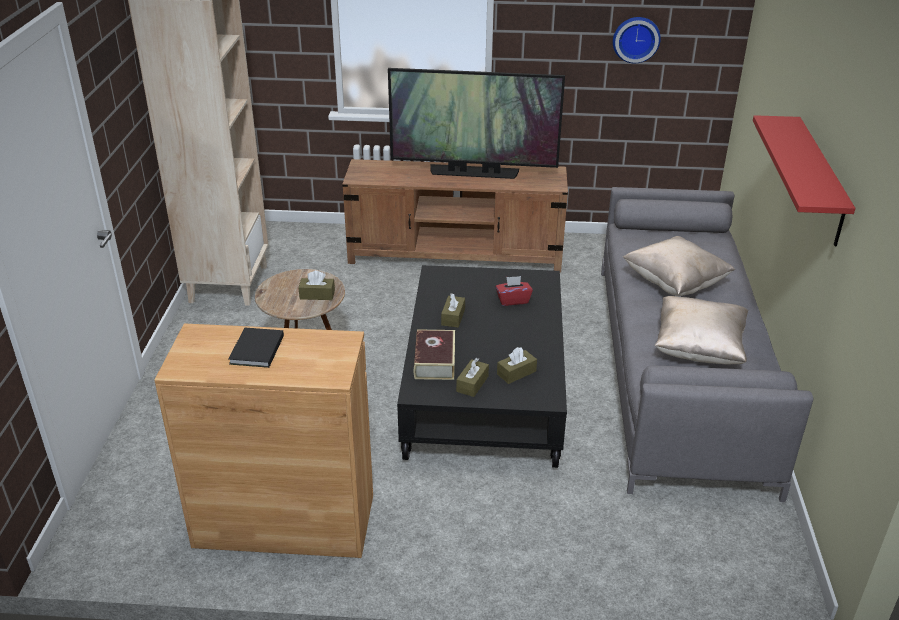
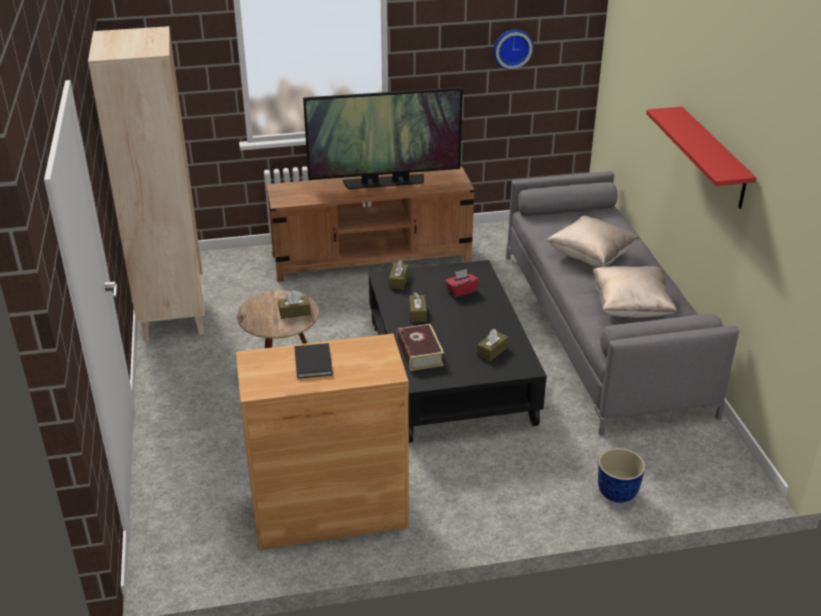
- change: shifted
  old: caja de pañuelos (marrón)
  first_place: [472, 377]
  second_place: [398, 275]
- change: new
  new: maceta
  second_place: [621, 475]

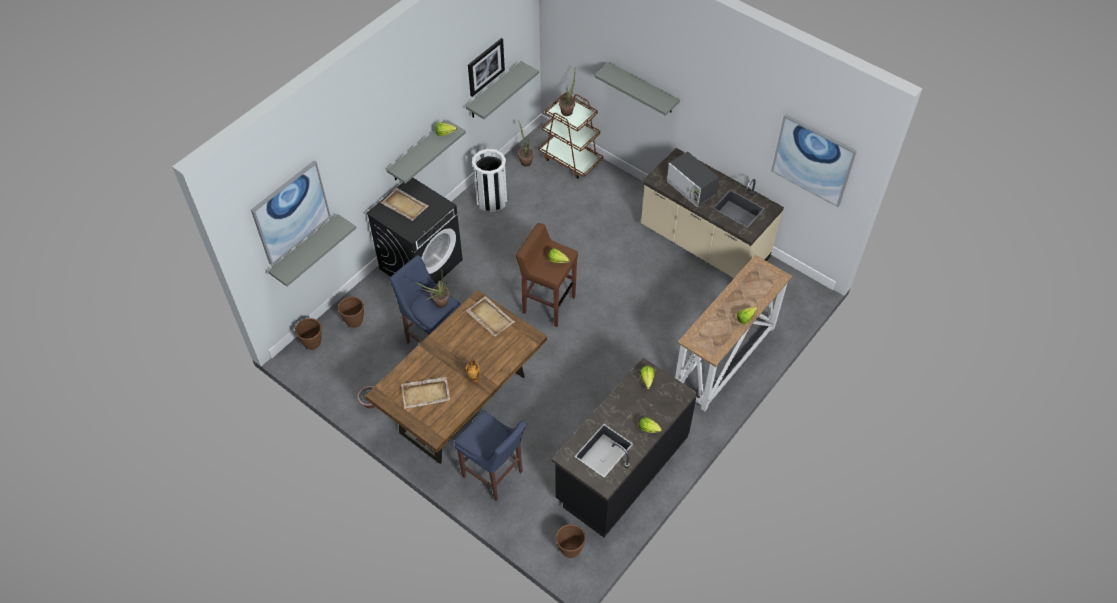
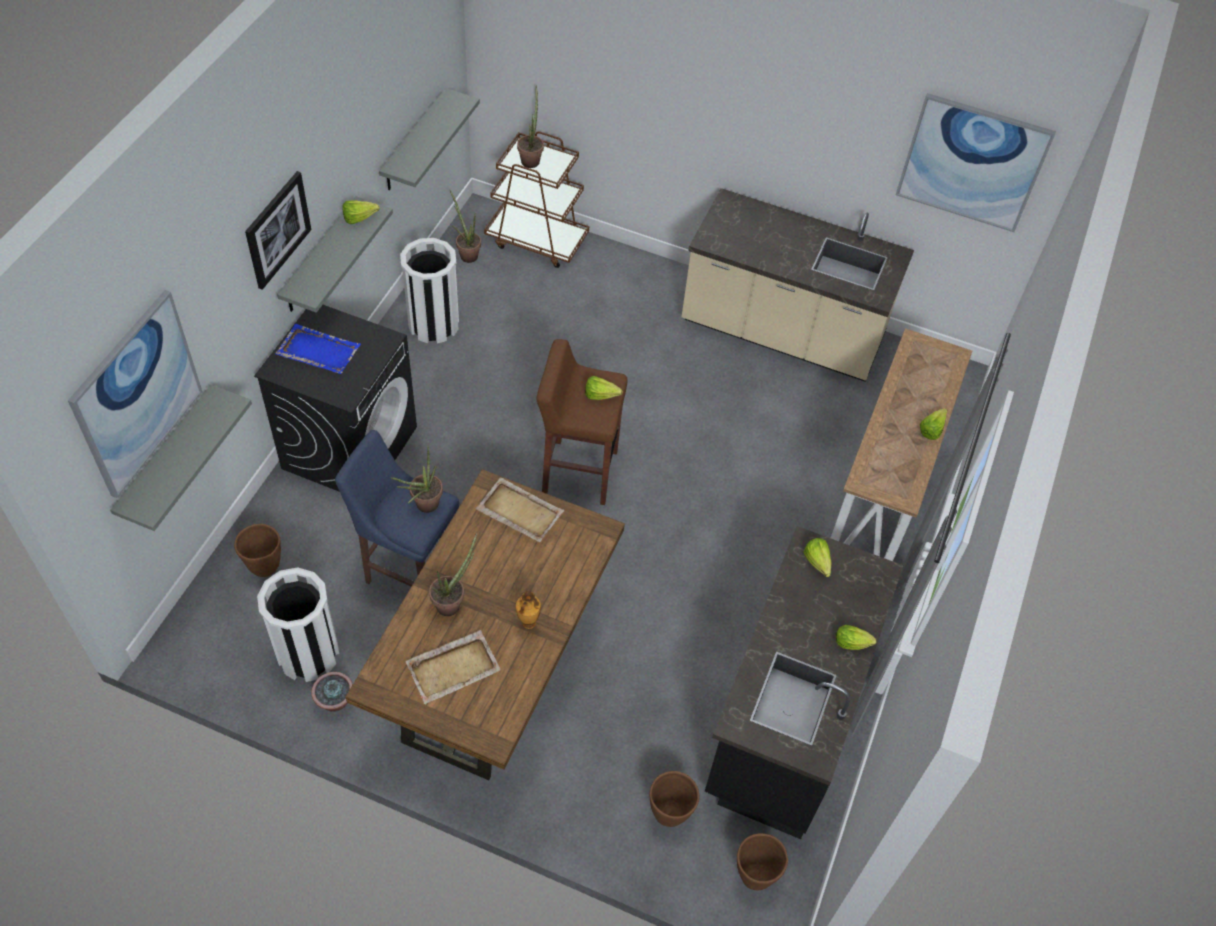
- change: shifted
  old: maceta (marrón)
  first_place: [308, 334]
  second_place: [674, 799]
- change: repainted
  old: bandeja (beis)
  new: bandeja (azul)
  first_place: [405, 204]
  second_place: [318, 349]
- change: gone
  old: taburete (azul)
  first_place: [490, 455]
- change: shifted
  old: cuadro
  first_place: [486, 67]
  second_place: [278, 230]
- change: gone
  old: estante (gris)
  first_place: [637, 89]
- change: gone
  old: microondas
  first_place: [692, 179]
- change: new
  new: papelera (blanco)
  second_place: [298, 624]
- change: new
  new: planta en maceta
  second_place: [453, 574]

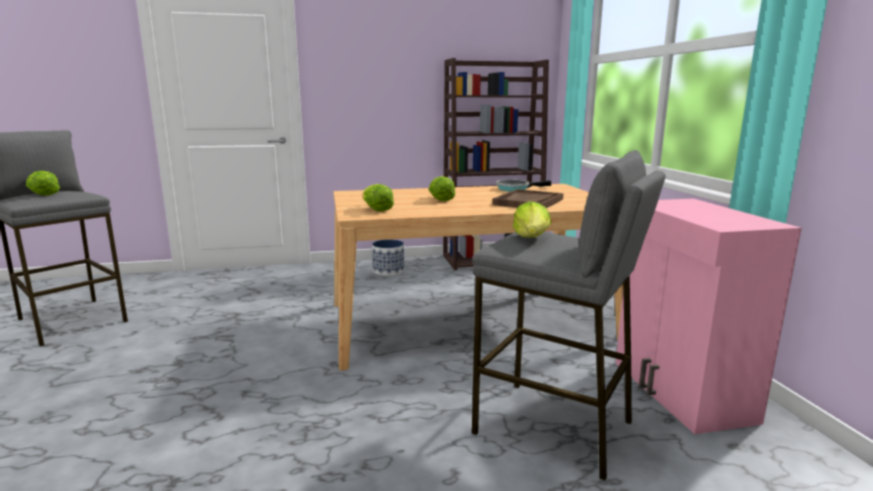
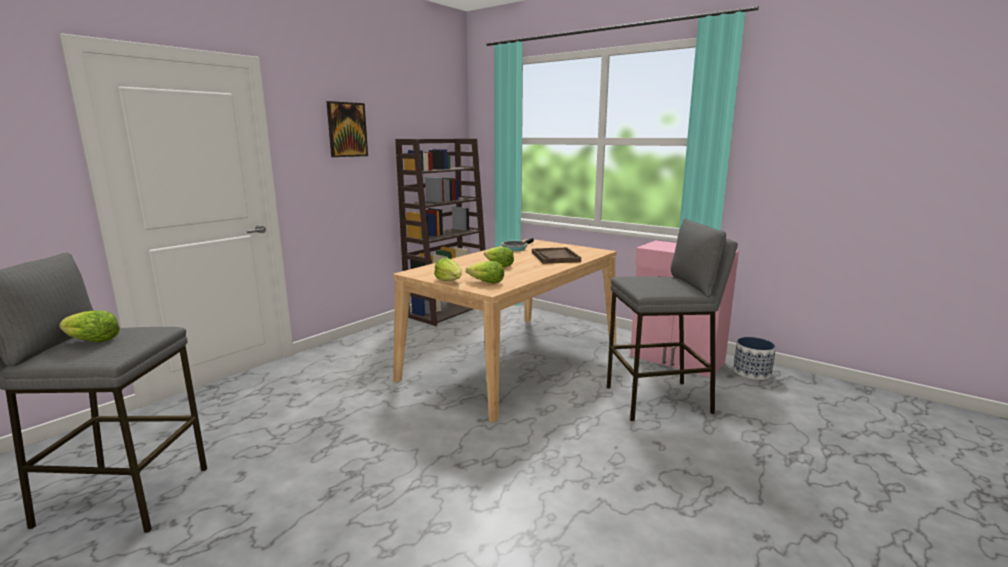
- change: shifted
  old: maceta
  first_place: [388, 258]
  second_place: [754, 358]
- change: shifted
  old: lechuga
  first_place: [532, 219]
  second_place: [448, 269]
- change: new
  new: cuadro
  second_place: [347, 129]

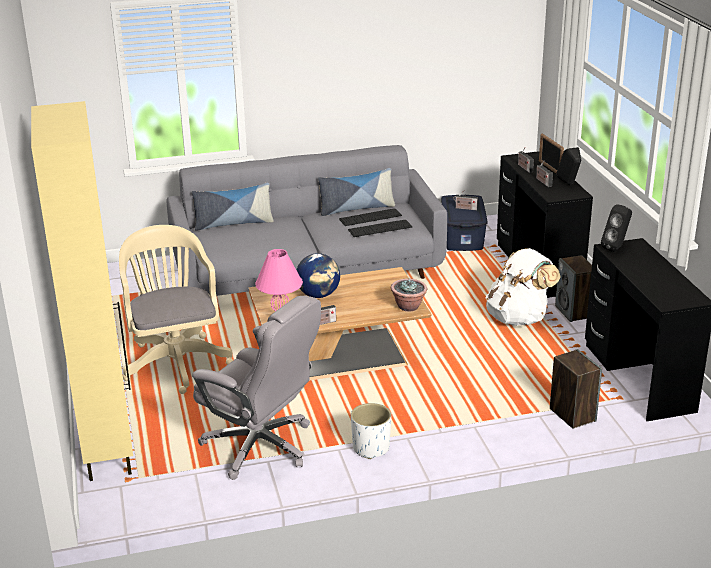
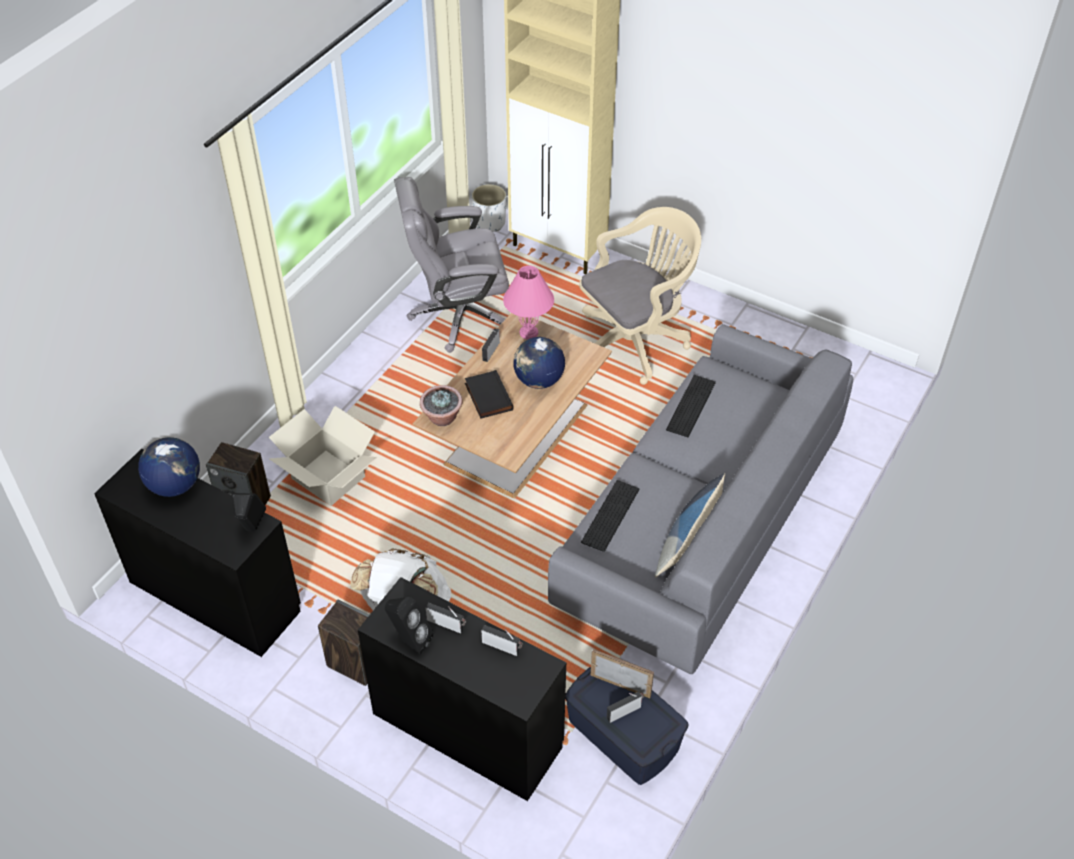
- change: rotated
  old: silla de oficina (beis)
  first_place: [176, 309]
  second_place: [640, 296]
  degrees: -60
- change: gone
  old: cojín
  first_place: [232, 207]
- change: shifted
  old: teclado
  first_place: [370, 217]
  second_place: [691, 406]
- change: shifted
  old: maceta (blanco)
  first_place: [371, 431]
  second_place: [489, 208]
- change: shifted
  old: portarretratos
  first_place: [551, 153]
  second_place: [622, 673]
- change: new
  new: globo terráqueo
  second_place: [169, 467]
- change: new
  new: caja de cartón
  second_place: [323, 456]
- change: new
  new: libro (negro)
  second_place: [489, 394]

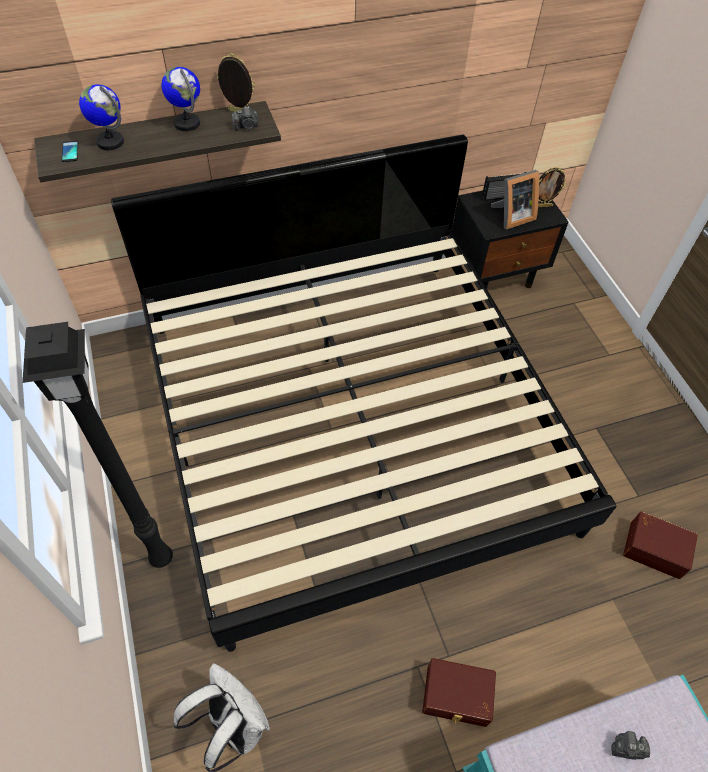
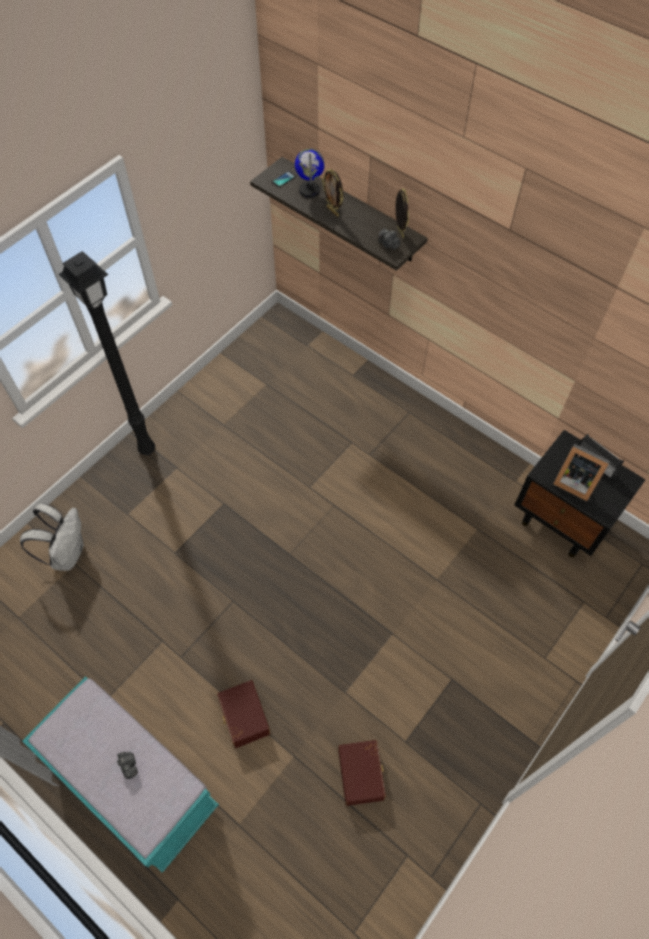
- change: gone
  old: cama
  first_place: [363, 393]
- change: gone
  old: globo terráqueo
  first_place: [180, 99]
- change: shifted
  old: caja de almacenaje (marrón)
  first_place: [459, 692]
  second_place: [244, 714]
- change: shifted
  old: portarretratos
  first_place: [552, 187]
  second_place: [333, 193]

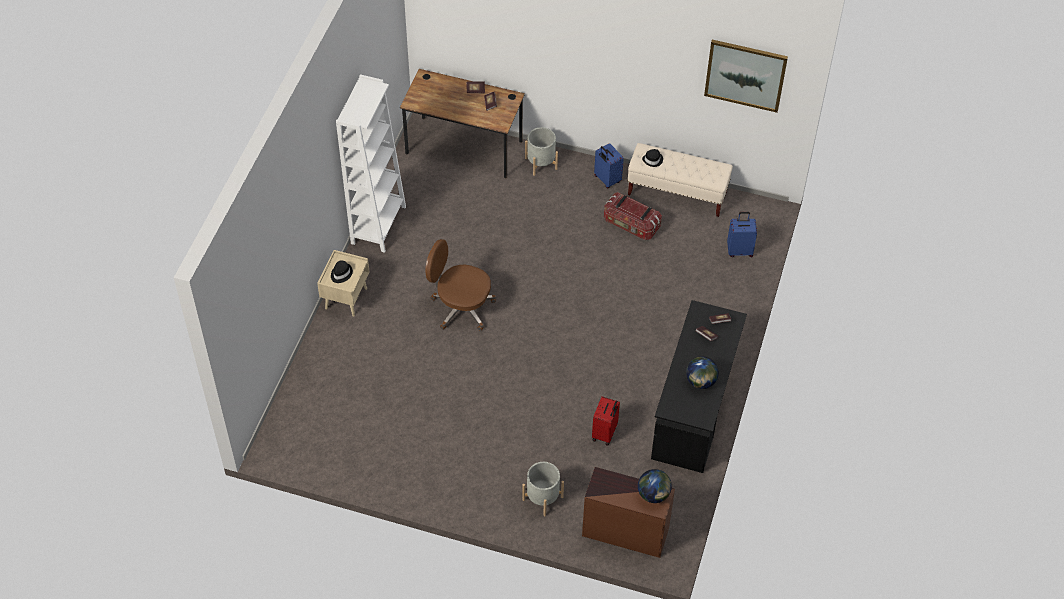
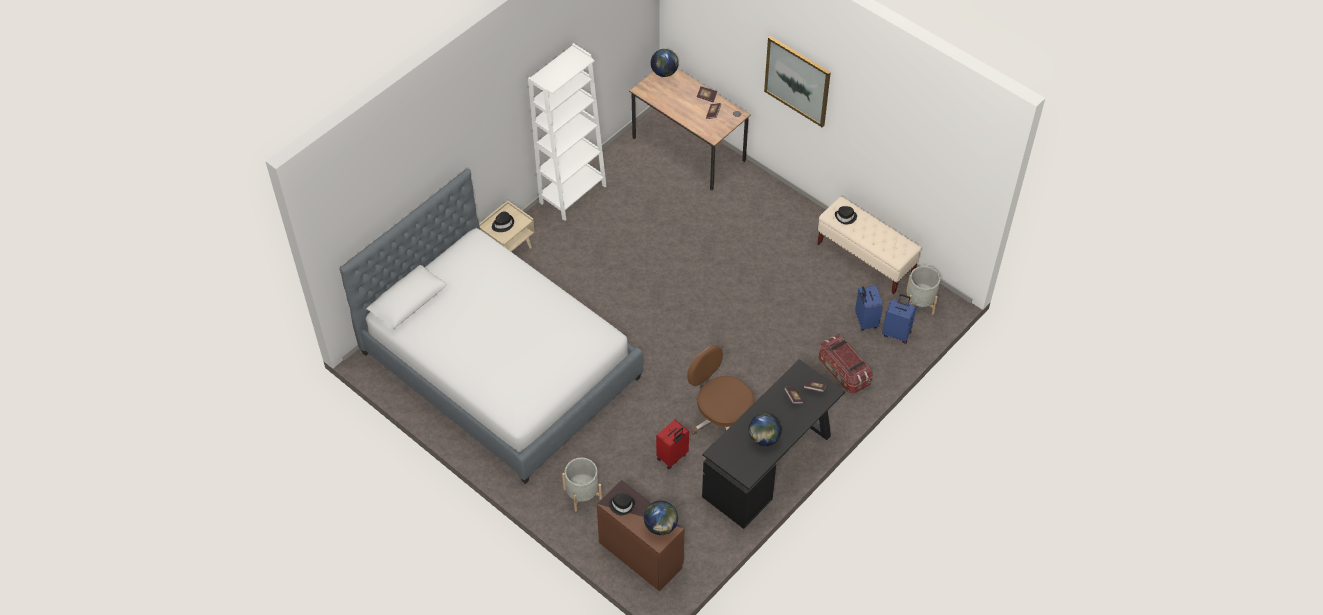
- change: shifted
  old: silla de oficina (marrón)
  first_place: [460, 285]
  second_place: [720, 390]
- change: shifted
  old: maceta (gris)
  first_place: [541, 151]
  second_place: [923, 290]
- change: shifted
  old: maleta (azul)
  first_place: [609, 165]
  second_place: [869, 308]
- change: shifted
  old: caja de almacenaje
  first_place: [633, 216]
  second_place: [845, 364]
- change: shifted
  old: cuadro
  first_place: [746, 76]
  second_place: [797, 81]
- change: new
  new: cama
  second_place: [491, 326]
- change: new
  new: sombrero (negro)
  second_place: [622, 504]
- change: new
  new: globo terráqueo
  second_place: [665, 63]

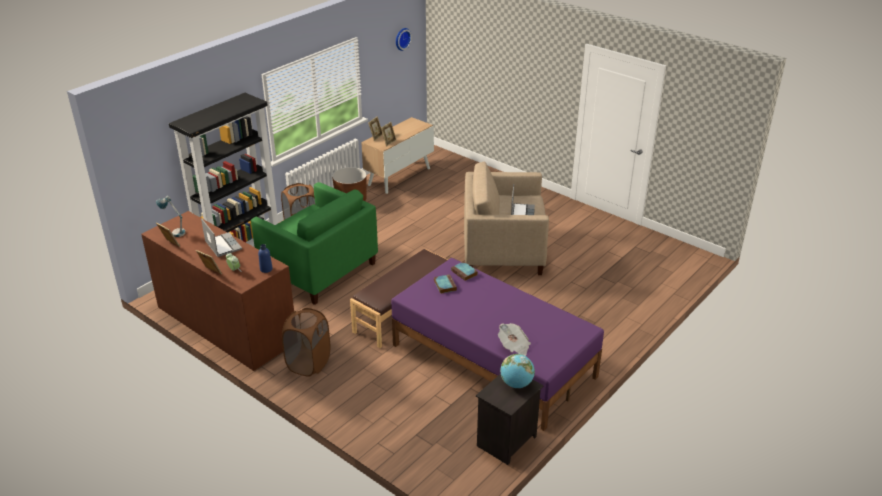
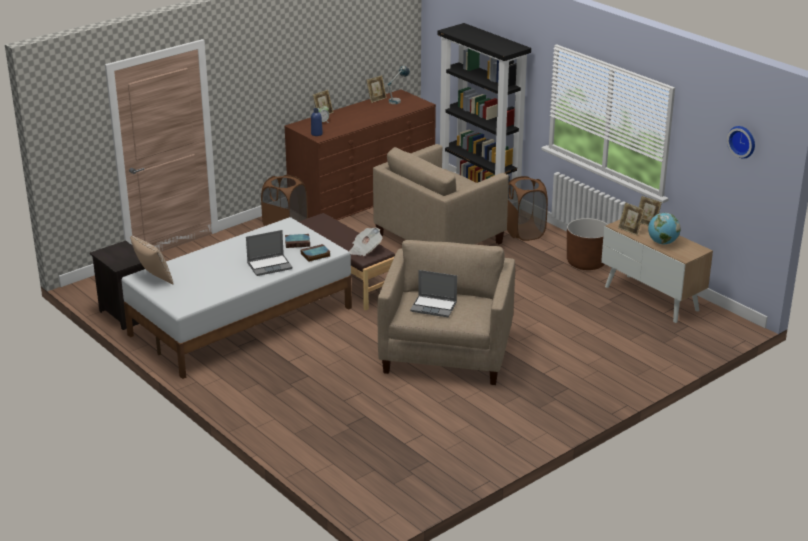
- change: shifted
  old: portátil
  first_place: [221, 237]
  second_place: [269, 253]
- change: repainted
  old: sillón (verde)
  new: sillón (beis)
  first_place: [314, 243]
  second_place: [441, 194]
- change: repainted
  old: cama (morado)
  new: cama (blanco)
  first_place: [497, 344]
  second_place: [236, 298]
- change: shifted
  old: periódico
  first_place: [514, 339]
  second_place: [365, 241]
- change: shifted
  old: globo terráqueo
  first_place: [517, 371]
  second_place: [664, 228]
- change: new
  new: cojín
  second_place: [152, 260]

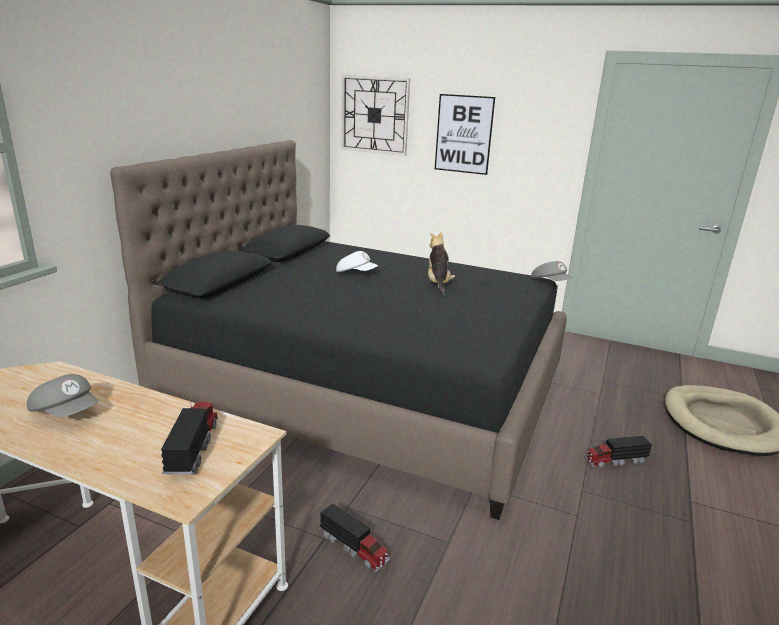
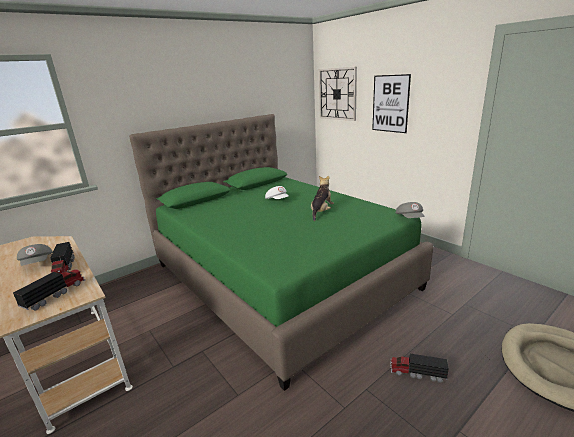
- change: repainted
  old: cama (negro)
  new: cama (verde)
  first_place: [338, 330]
  second_place: [281, 252]
- change: shifted
  old: camión de juguete
  first_place: [354, 537]
  second_place: [62, 258]

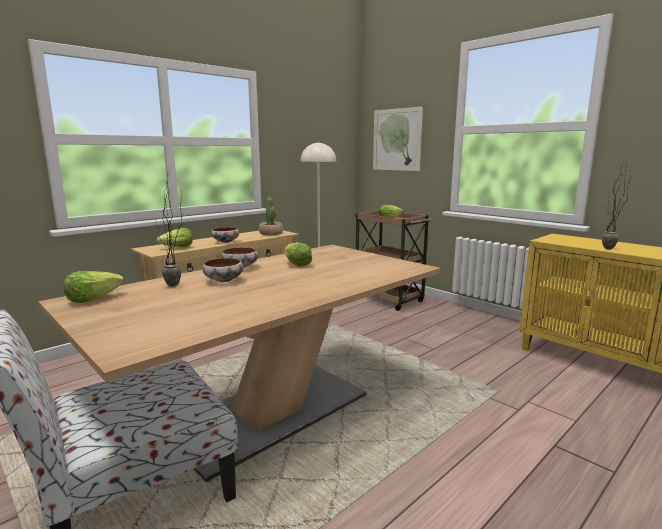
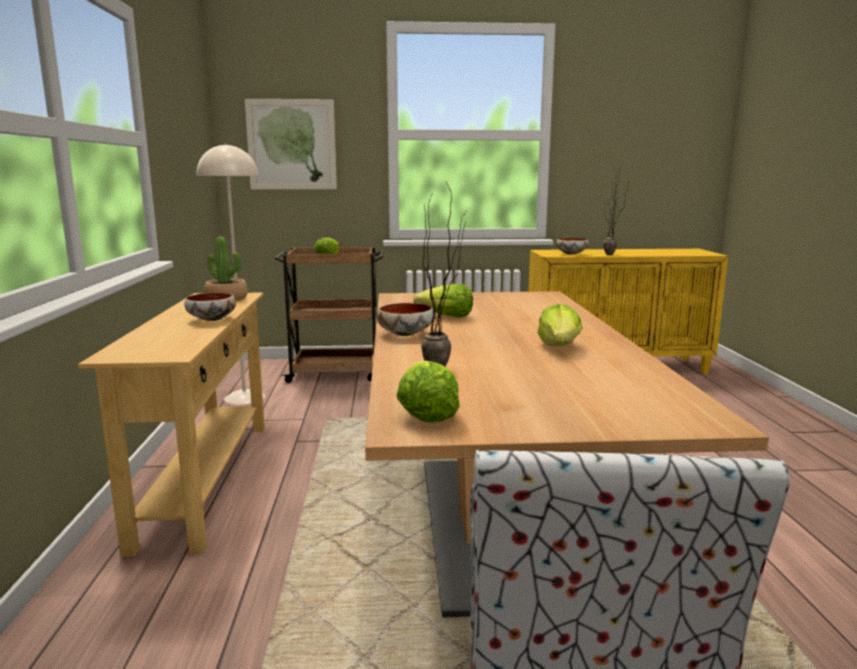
- change: shifted
  old: lechuga
  first_place: [174, 237]
  second_place: [560, 325]
- change: shifted
  old: cuenco
  first_place: [223, 270]
  second_place: [572, 246]

